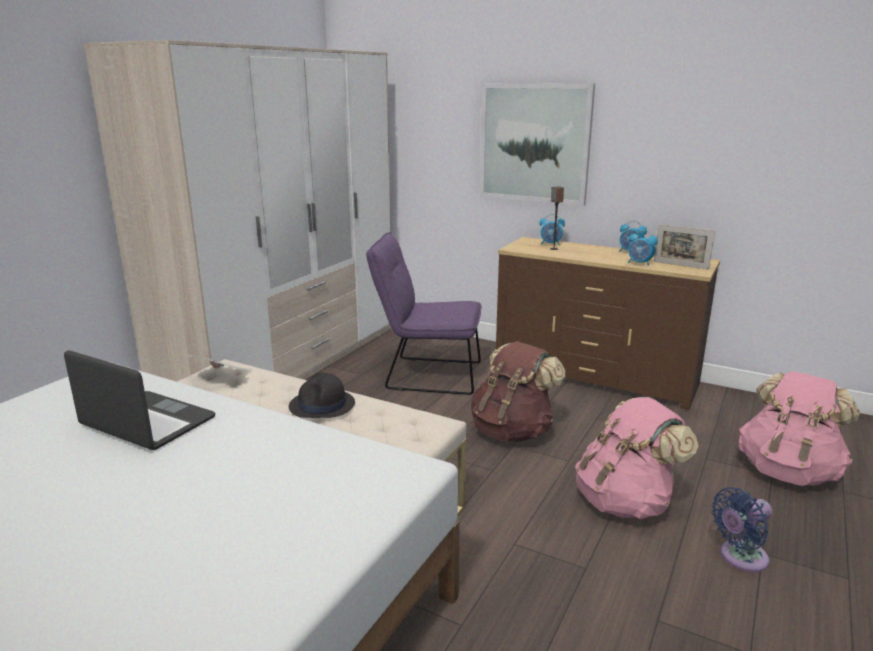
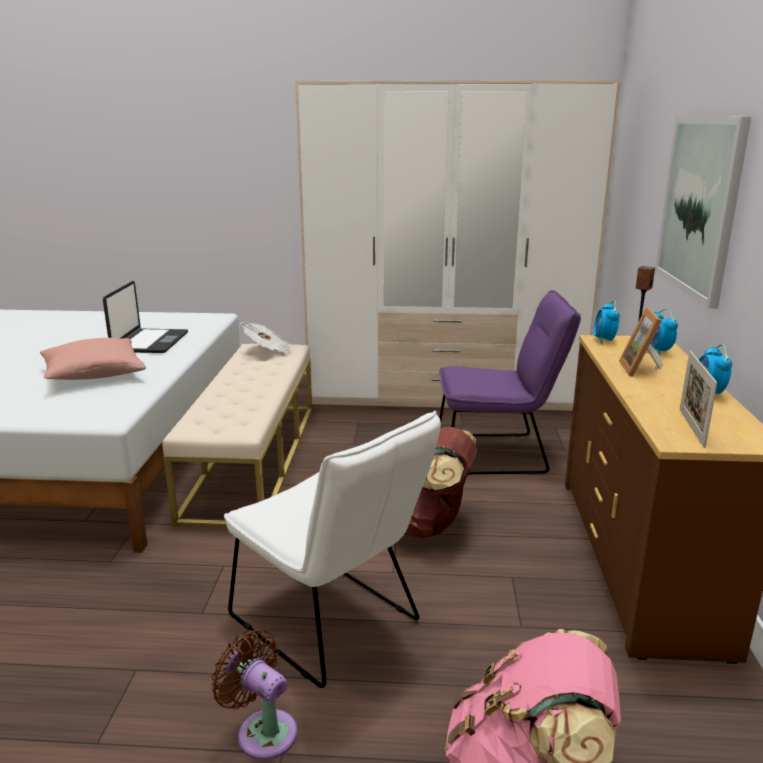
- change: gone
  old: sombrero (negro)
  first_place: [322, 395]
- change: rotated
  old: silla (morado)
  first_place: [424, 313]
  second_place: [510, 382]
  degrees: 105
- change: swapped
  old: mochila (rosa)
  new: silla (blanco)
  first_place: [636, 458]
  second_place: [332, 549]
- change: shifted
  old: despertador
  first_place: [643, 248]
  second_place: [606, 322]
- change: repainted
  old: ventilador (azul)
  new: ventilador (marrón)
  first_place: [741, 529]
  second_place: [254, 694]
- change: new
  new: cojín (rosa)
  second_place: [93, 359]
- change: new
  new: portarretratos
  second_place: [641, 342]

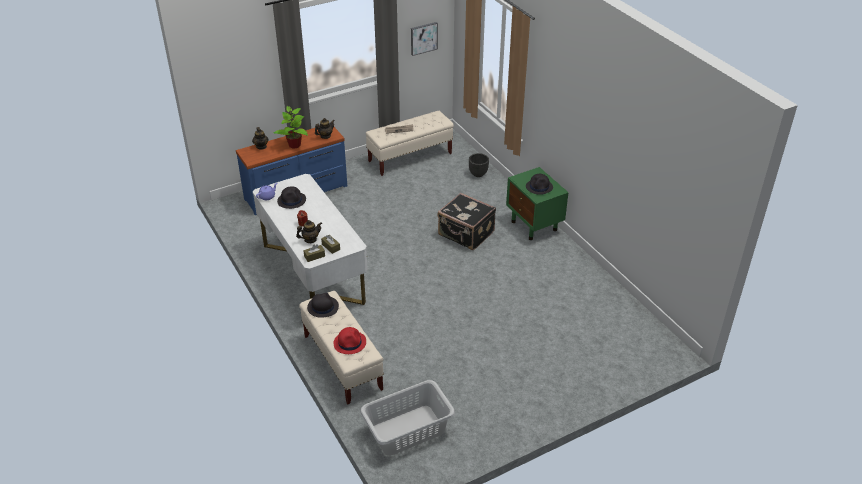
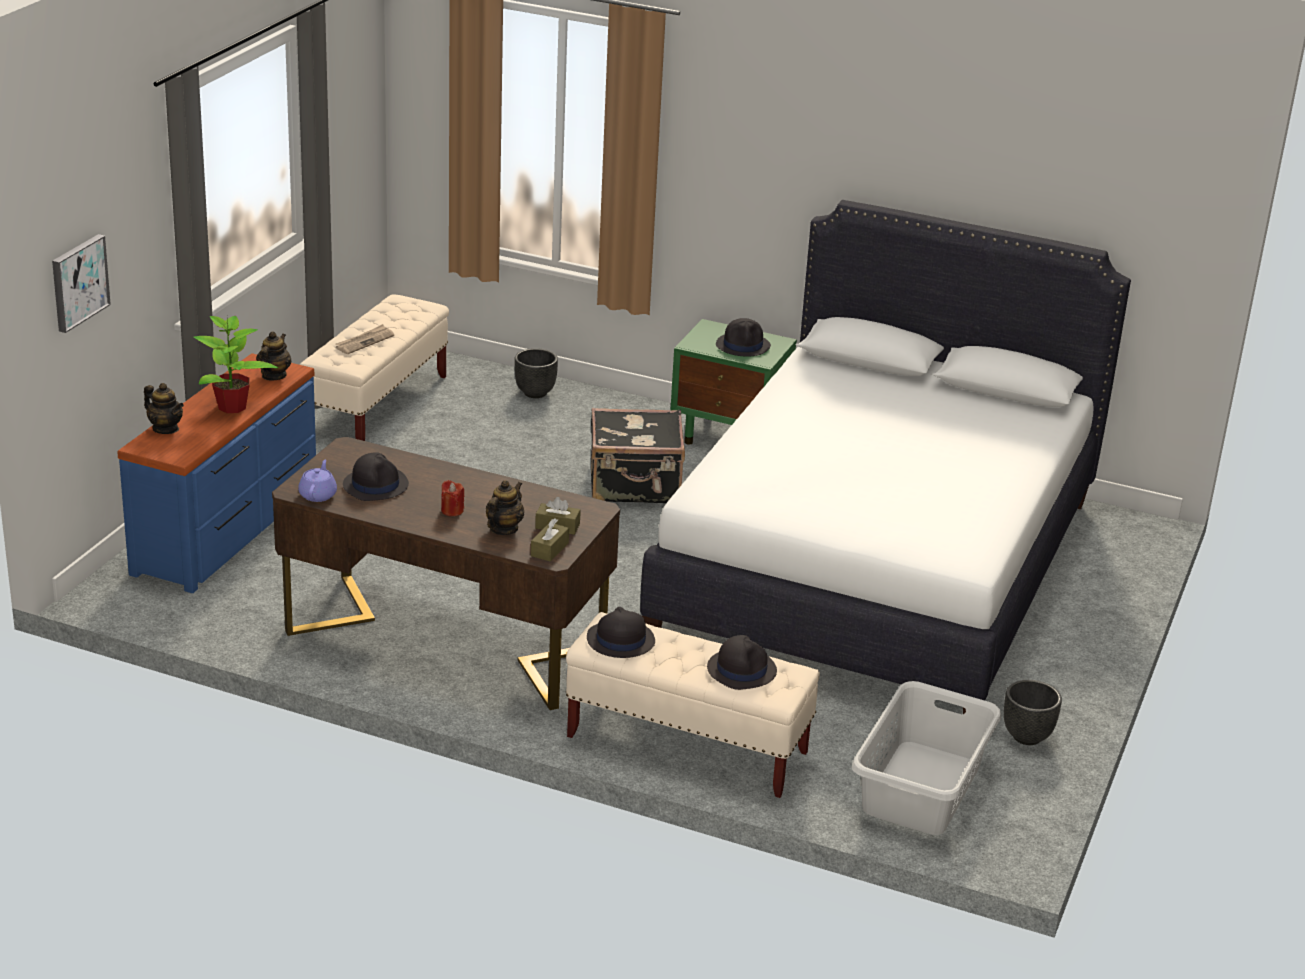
- change: repainted
  old: escritorio (blanco)
  new: escritorio (marrón)
  first_place: [310, 239]
  second_place: [446, 573]
- change: repainted
  old: sombrero (rojo)
  new: sombrero (negro)
  first_place: [349, 340]
  second_place: [742, 662]
- change: shifted
  old: cuadro
  first_place: [424, 39]
  second_place: [81, 283]
- change: new
  new: cama (blanco)
  second_place: [885, 457]
- change: new
  new: maceta (negro)
  second_place: [1033, 712]

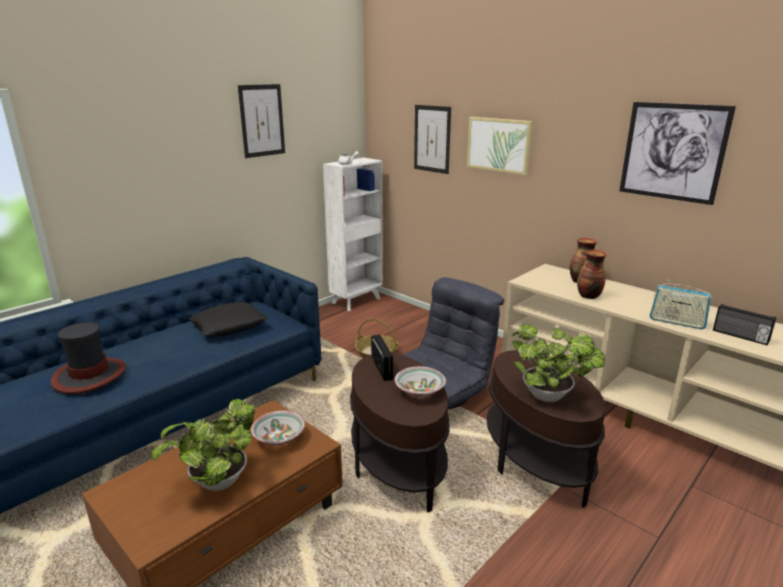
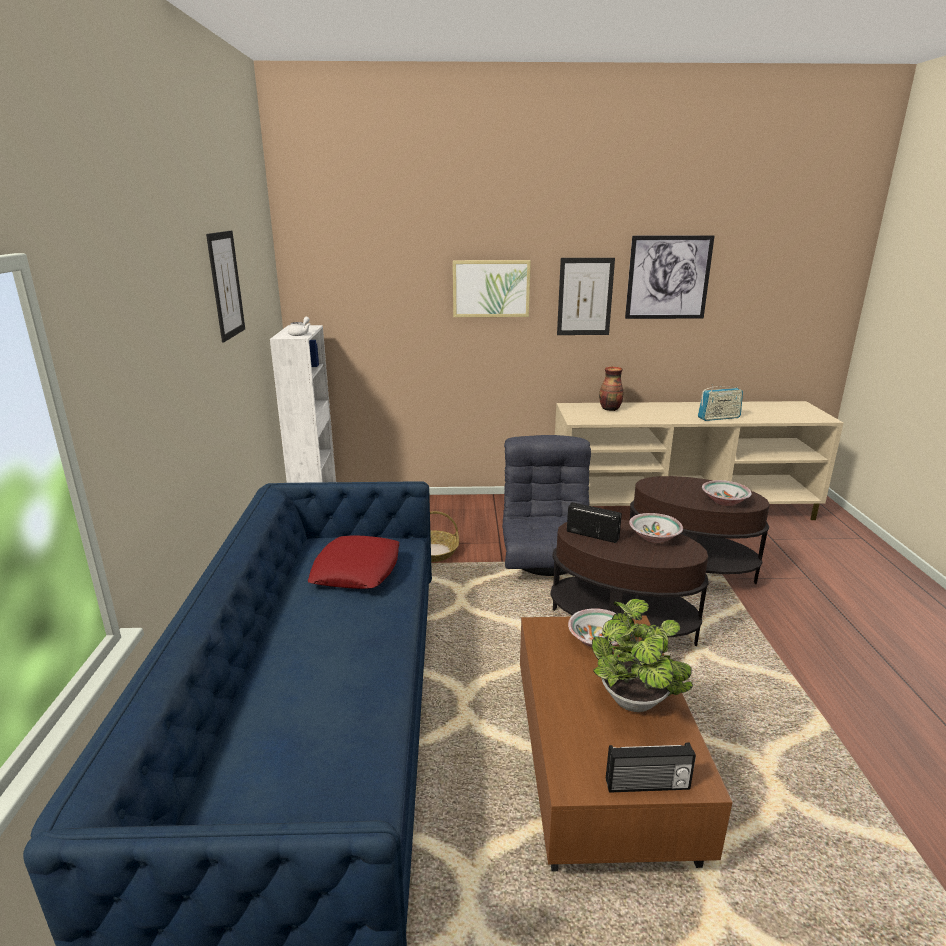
- change: gone
  old: sombrero
  first_place: [88, 358]
- change: repainted
  old: cojín (negro)
  new: cojín (rojo)
  first_place: [228, 319]
  second_place: [353, 562]
- change: shifted
  old: cuadro
  first_place: [432, 139]
  second_place: [586, 296]
- change: swapped
  old: planta en maceta
  new: cuenco
  first_place: [558, 363]
  second_place: [727, 493]
- change: gone
  old: florero
  first_place: [592, 274]
- change: shifted
  old: radio
  first_place: [744, 325]
  second_place: [651, 768]

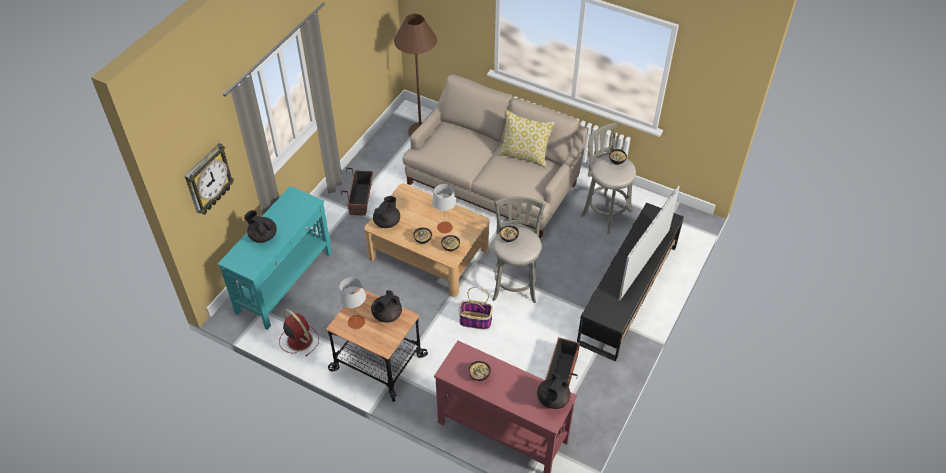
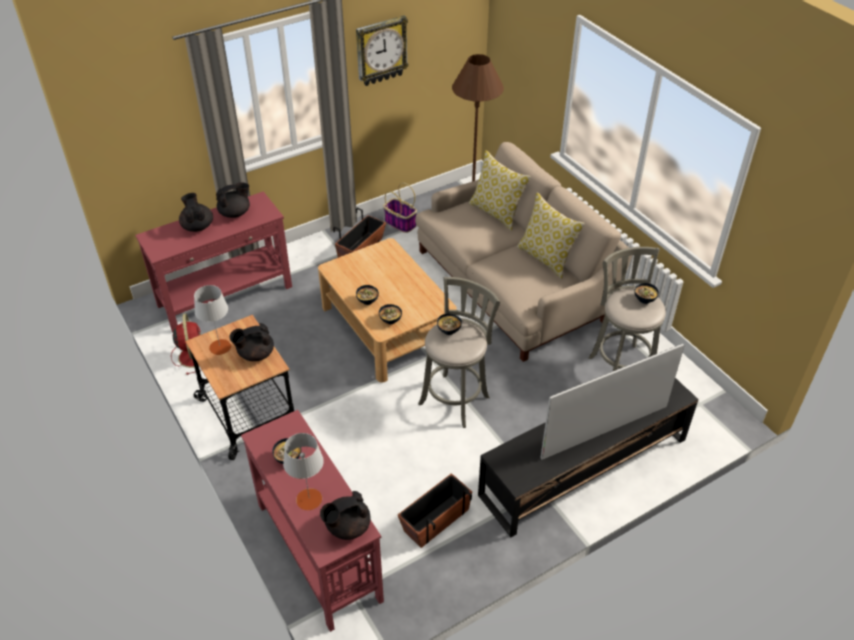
- change: shifted
  old: reloj de pared
  first_place: [209, 179]
  second_place: [382, 50]
- change: repainted
  old: mesa consola (turquesa)
  new: mesa consola (rojo)
  first_place: [275, 258]
  second_place: [213, 262]
- change: shifted
  old: tetera (negro)
  first_place: [386, 212]
  second_place: [233, 200]
- change: shifted
  old: lámpara de mesa (gris)
  first_place: [444, 208]
  second_place: [303, 471]
- change: shifted
  old: cesta
  first_place: [476, 308]
  second_place: [400, 207]
- change: new
  new: cojín
  second_place: [500, 190]

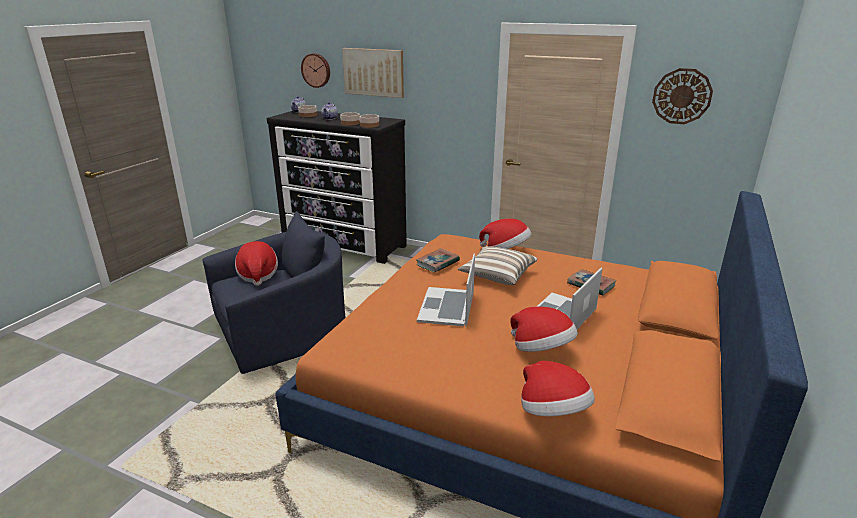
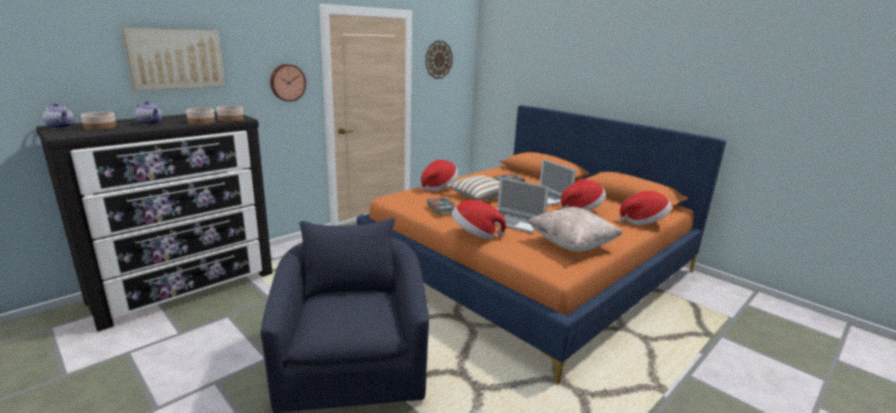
- change: shifted
  old: sombrero
  first_place: [256, 263]
  second_place: [479, 220]
- change: shifted
  old: reloj de pared
  first_place: [315, 70]
  second_place: [288, 83]
- change: new
  new: cojín (beis)
  second_place: [575, 229]

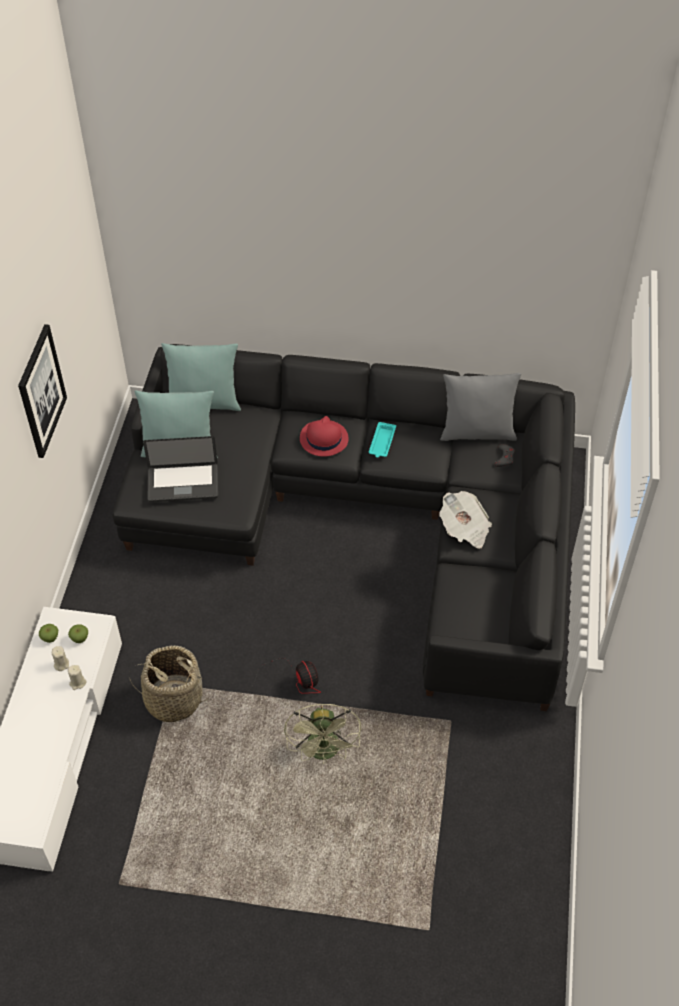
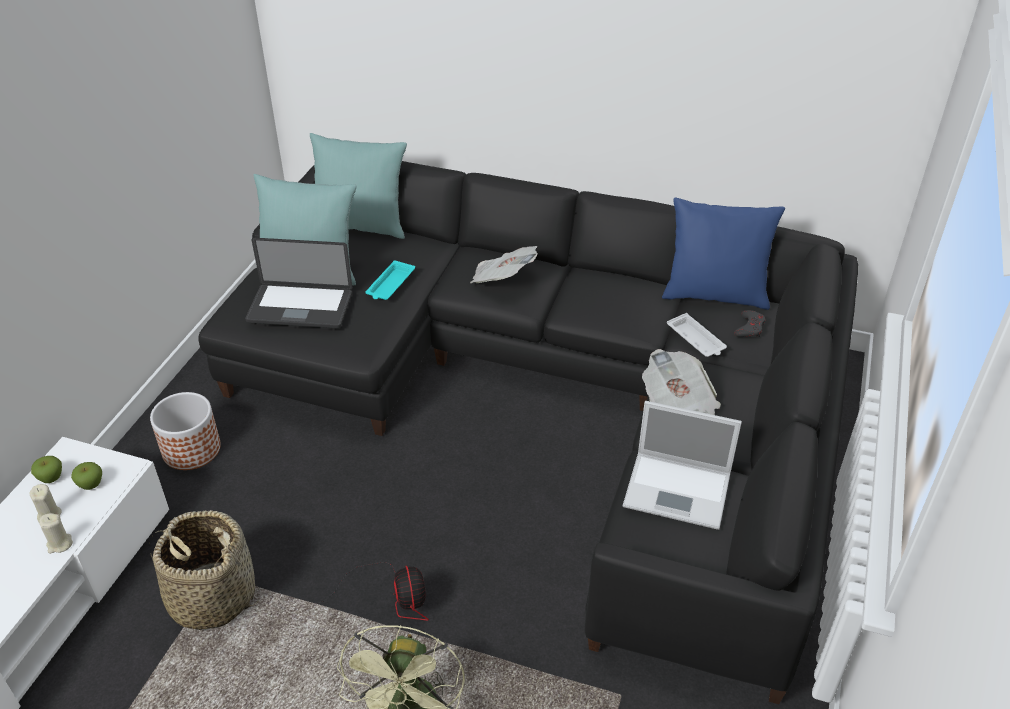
- change: gone
  old: cuadro
  first_place: [42, 391]
- change: swapped
  old: sombrero (rojo)
  new: periódico
  first_place: [324, 436]
  second_place: [504, 264]
- change: shifted
  old: bandeja (turquesa)
  first_place: [382, 440]
  second_place: [390, 280]
- change: repainted
  old: cojín (gris)
  new: cojín (azul)
  first_place: [480, 407]
  second_place: [723, 253]
- change: new
  new: maceta
  second_place: [185, 431]
- change: new
  new: portátil
  second_place: [682, 465]
- change: new
  new: bandeja (blanco)
  second_place: [697, 335]

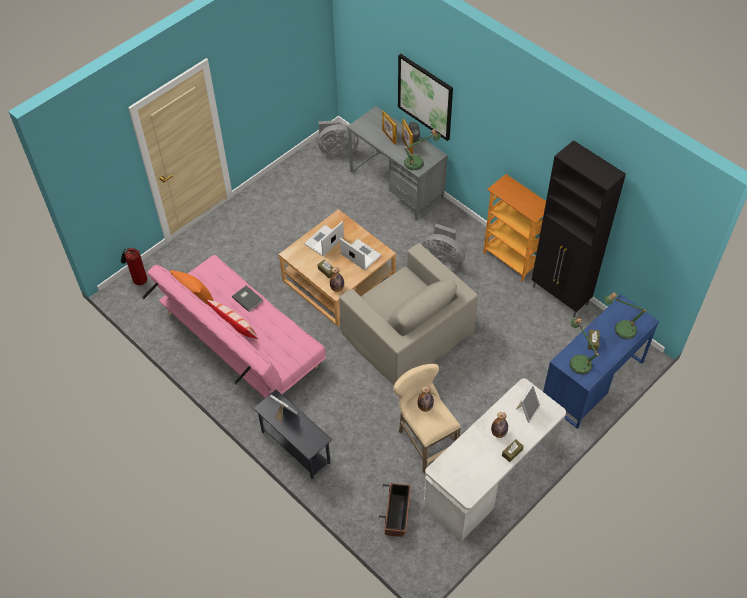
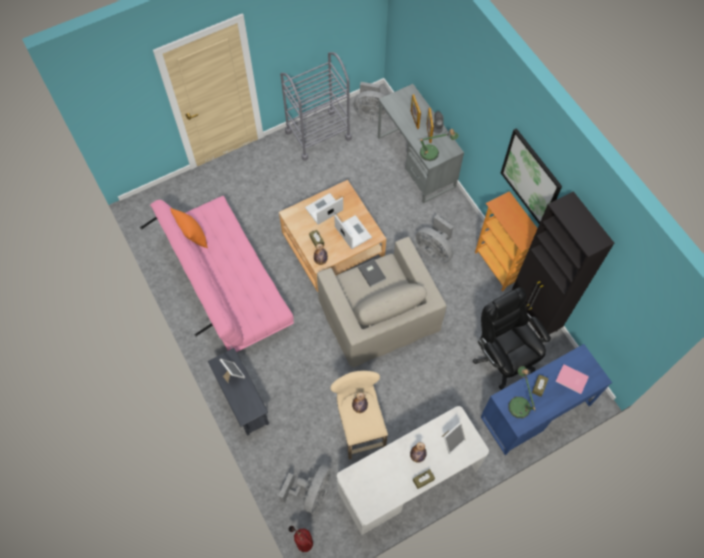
- change: shifted
  old: extintor
  first_place: [134, 266]
  second_place: [300, 539]
- change: gone
  old: cojín
  first_place: [232, 319]
- change: shifted
  old: libro (gris)
  first_place: [247, 298]
  second_place: [372, 273]
- change: swapped
  old: maceta
  new: ventilador (gris)
  first_place: [395, 510]
  second_place: [305, 488]
- change: shifted
  old: cuadro
  first_place: [425, 97]
  second_place: [531, 176]
- change: swapped
  old: lámpara de mesa
  new: libro (rosa)
  first_place: [626, 316]
  second_place: [572, 379]
- change: new
  new: carrito (gris)
  second_place: [316, 106]
- change: new
  new: silla de oficina (negro)
  second_place: [512, 338]

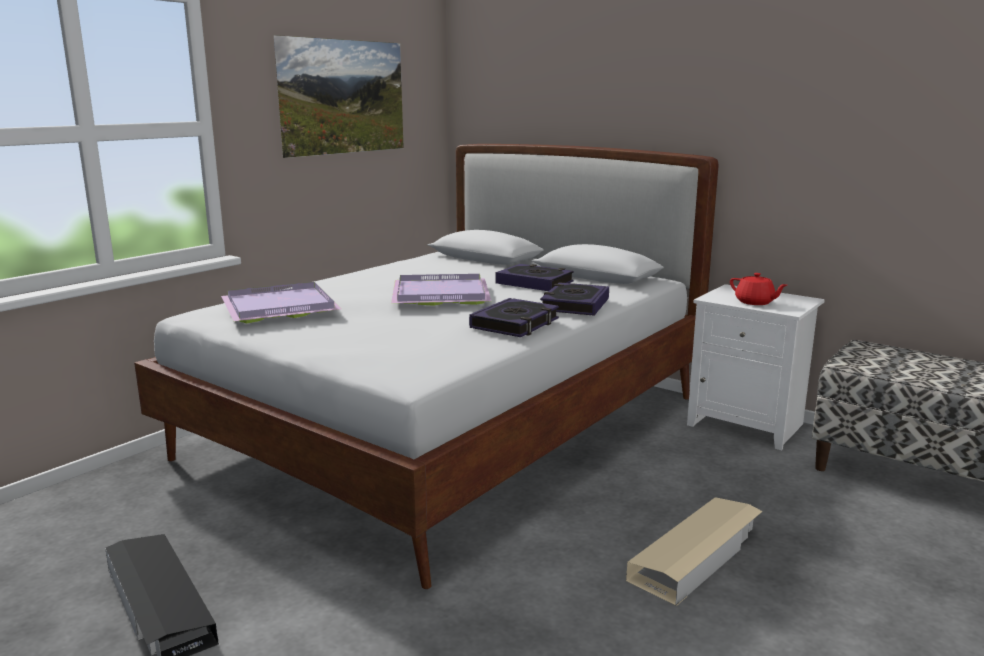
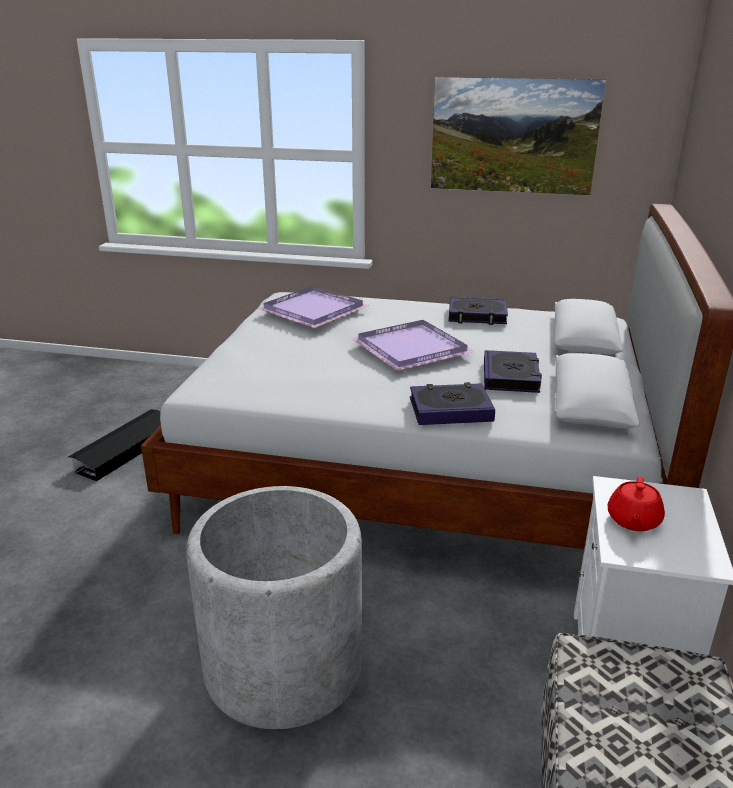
- change: shifted
  old: libro
  first_place: [514, 317]
  second_place: [478, 311]
- change: swapped
  old: caja de almacenaje (beis)
  new: maceta (gris)
  first_place: [694, 551]
  second_place: [274, 607]

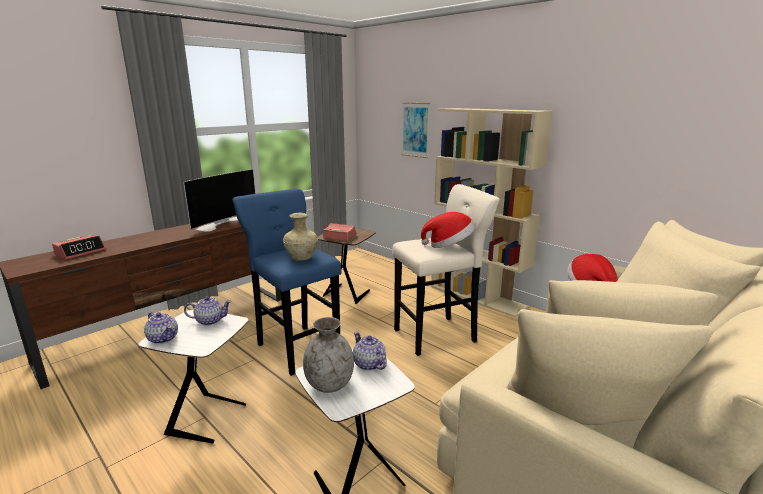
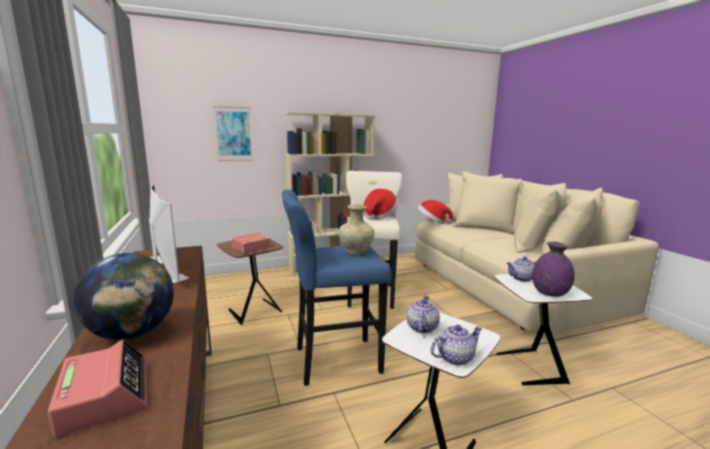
- change: repainted
  old: florero (gris)
  new: florero (morado)
  first_place: [328, 355]
  second_place: [553, 269]
- change: new
  new: globo terráqueo
  second_place: [123, 296]

